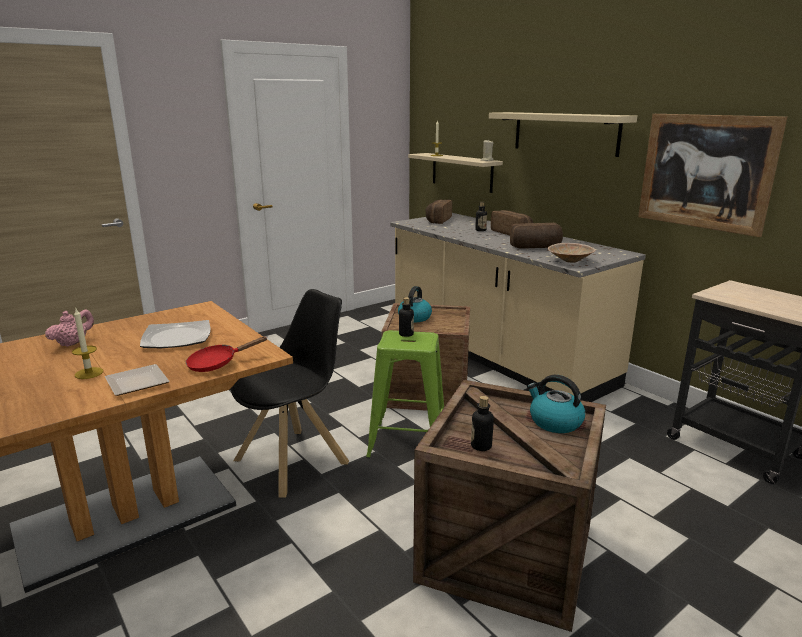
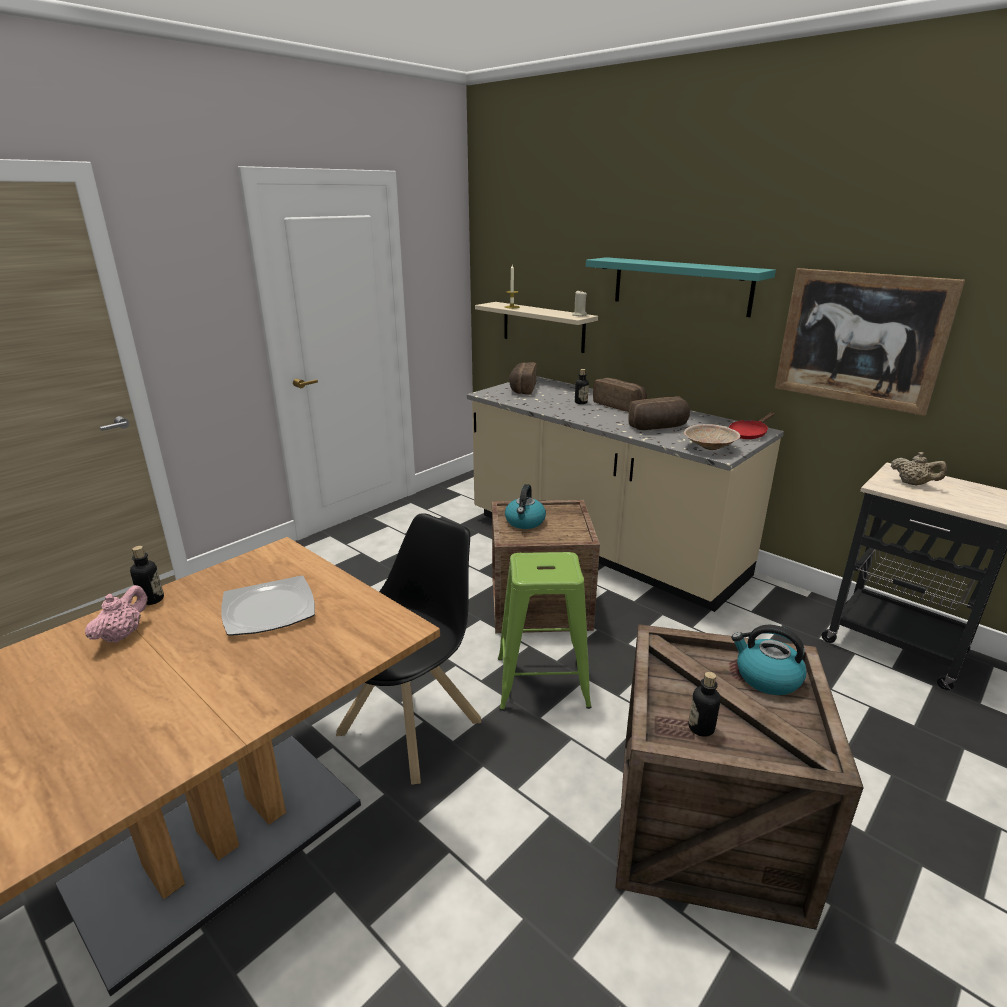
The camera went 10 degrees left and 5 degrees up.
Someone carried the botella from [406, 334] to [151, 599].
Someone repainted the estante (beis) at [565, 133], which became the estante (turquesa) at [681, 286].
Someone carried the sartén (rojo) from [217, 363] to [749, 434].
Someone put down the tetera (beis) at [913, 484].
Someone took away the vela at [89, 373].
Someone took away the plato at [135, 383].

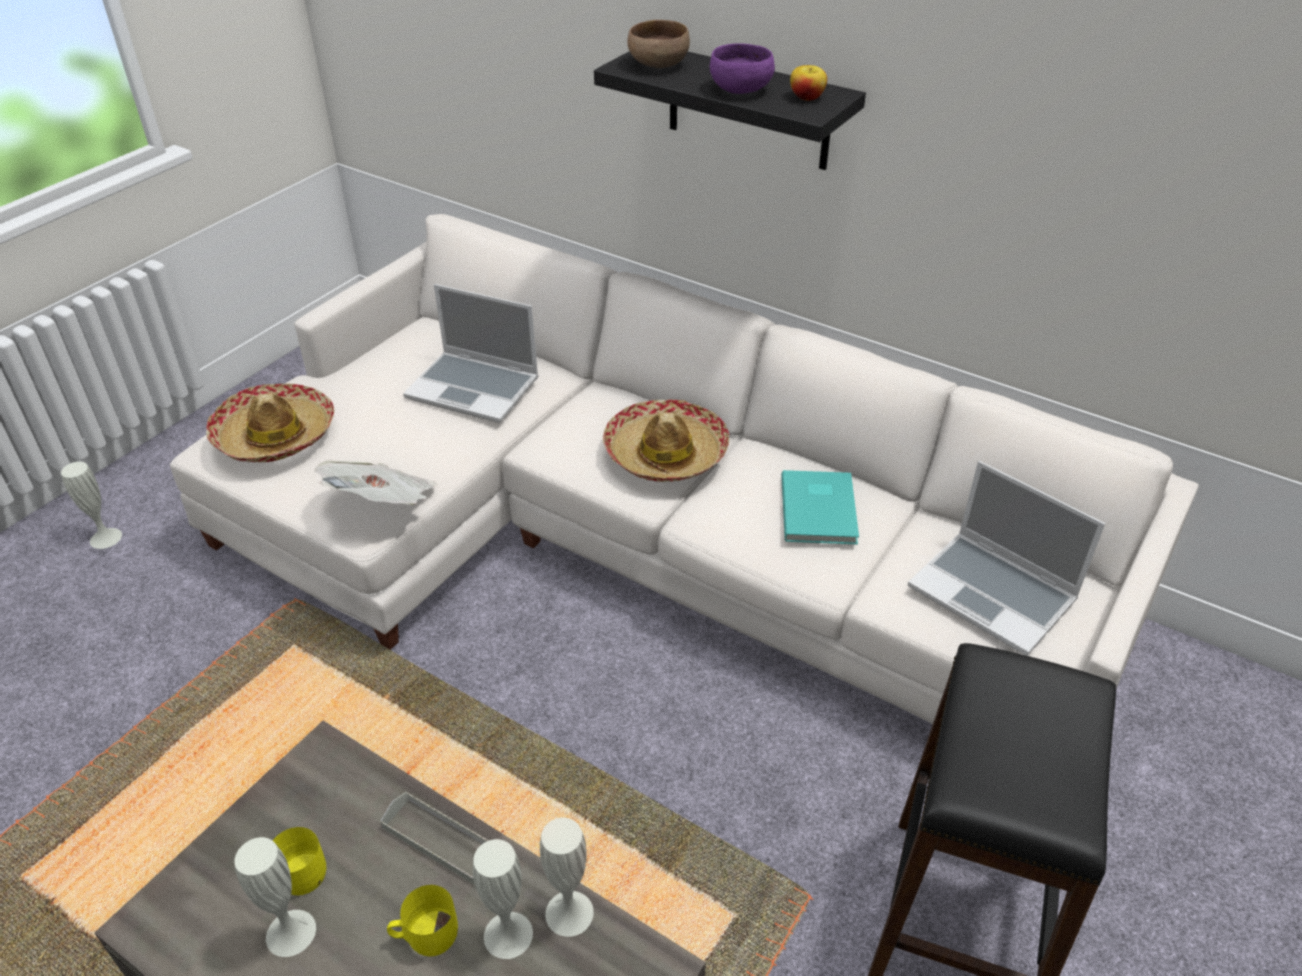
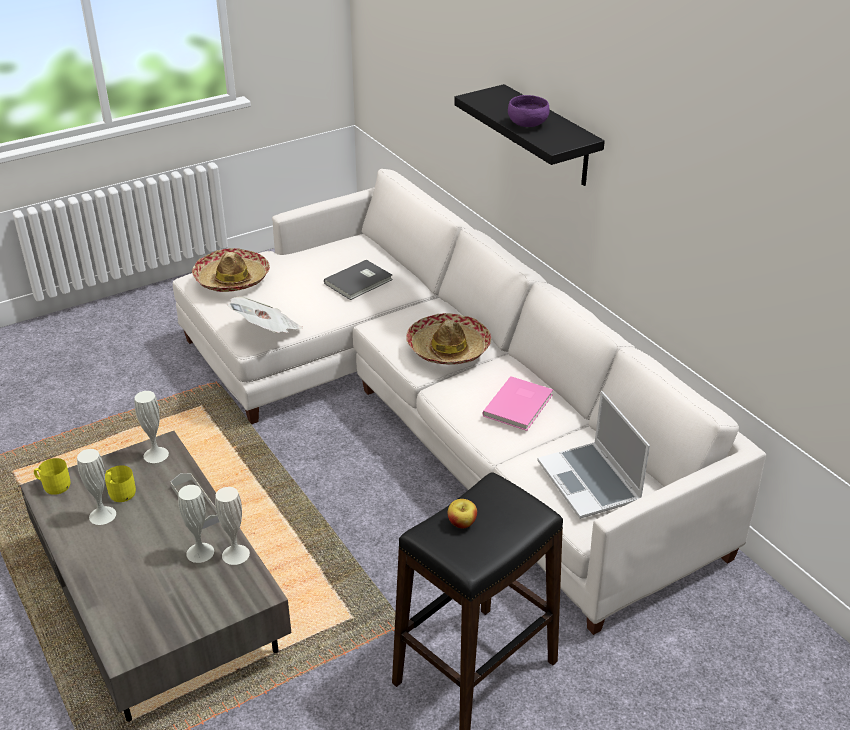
The camera went 25 degrees right and 5 degrees down.
Someone carried the taza grande (amarillo) from [425, 934] to [53, 485].
Someone carried the florero (blanco) from [105, 538] to [156, 454].
Someone swapped the portátil at [475, 388] for the libro (gris) at [360, 282].
Someone carried the manzana from [807, 97] to [462, 523].
Someone repainted the libro (turquesa) at [821, 509], which became the libro (rosa) at [520, 405].
Someone took away the cuenco (marrón) at [658, 65].

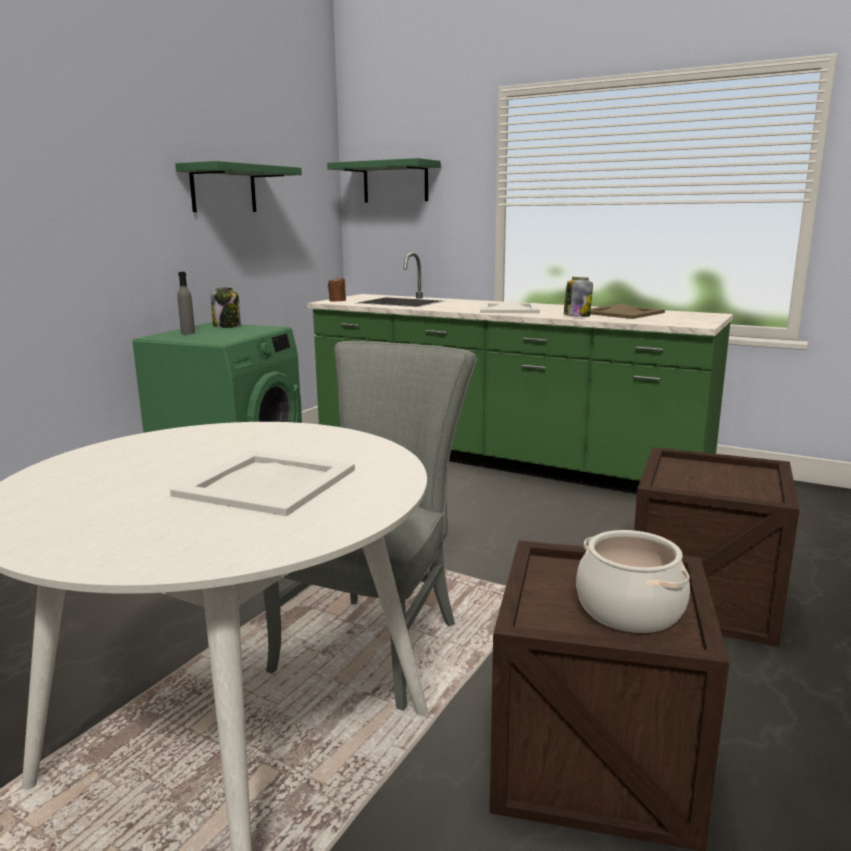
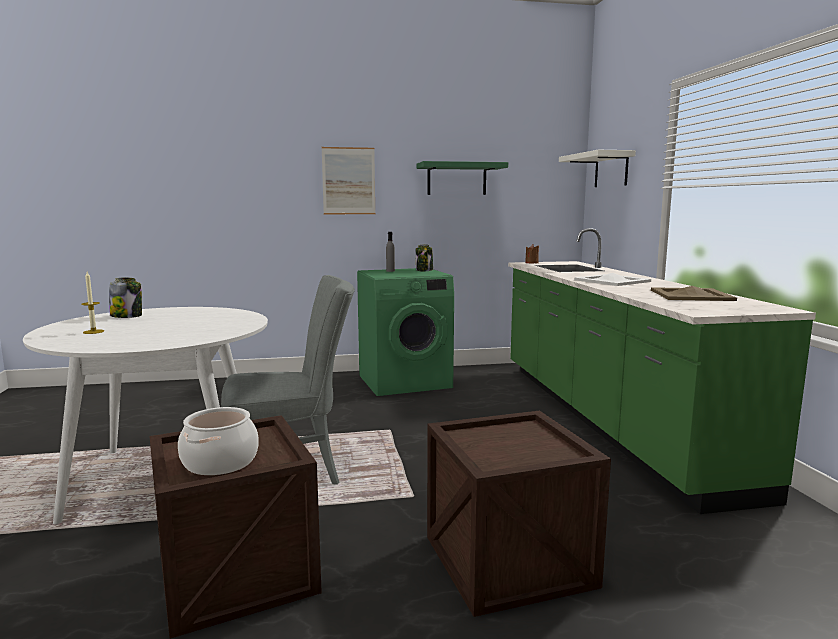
The camera went 50 degrees right and 5 degrees down.
Someone put down the vela at [93, 332].
Someone carried the tarro from [576, 316] to [127, 316].
Someone put up the cuadro at [348, 181].
Someone repainted the estante (verde) at [395, 182], which became the estante (blanco) at [611, 170].
Someone took away the bandeja (blanco) at [268, 482].

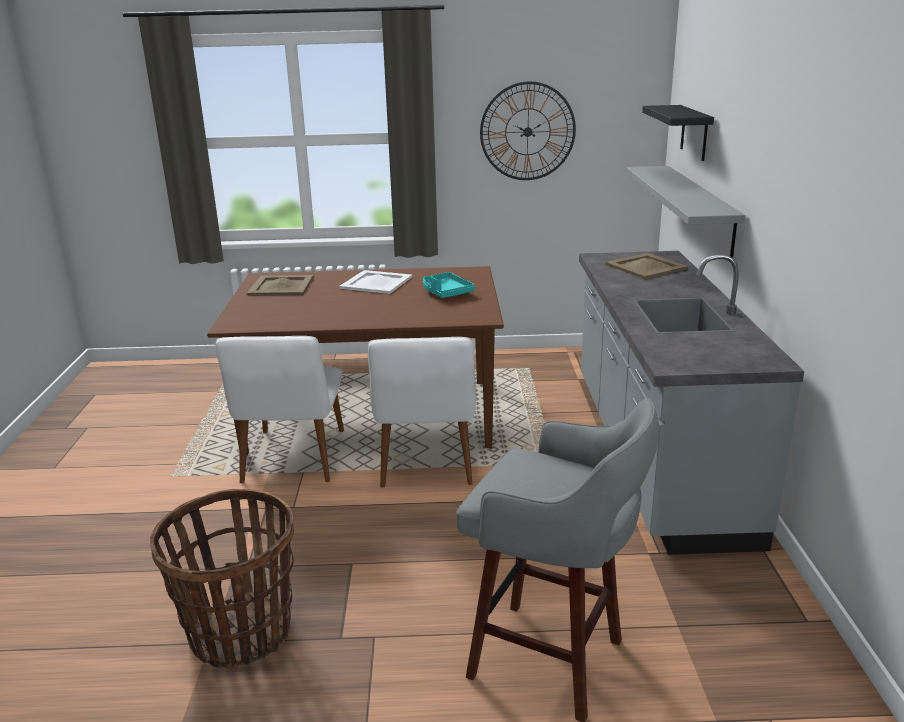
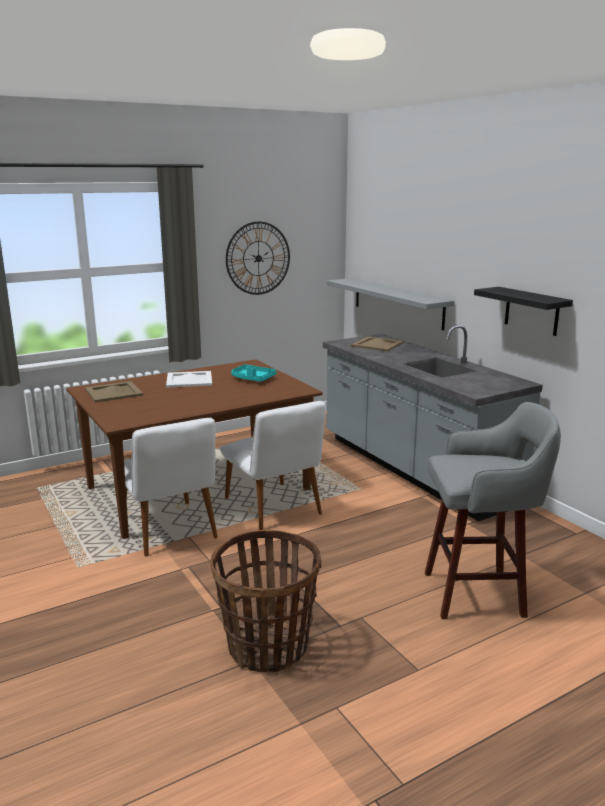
The camera went 30 degrees left and 5 degrees down.
Someone carried the estante (negro) from [694, 132] to [531, 311].

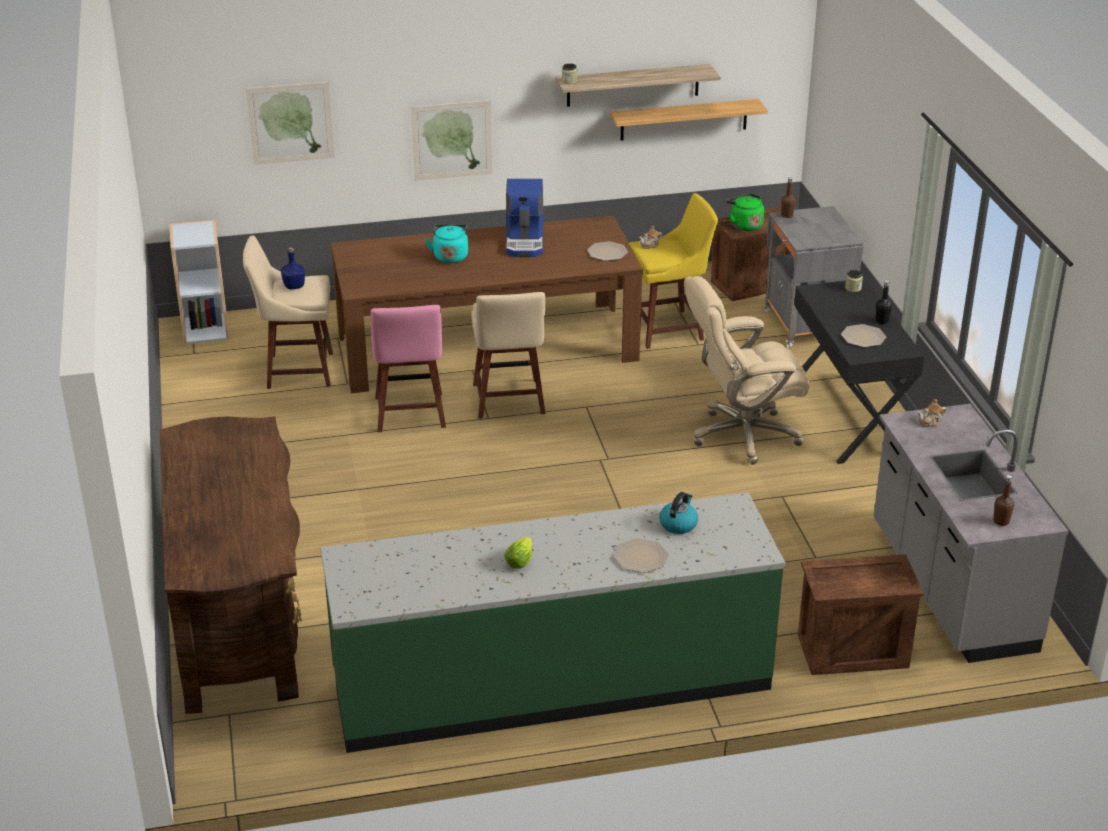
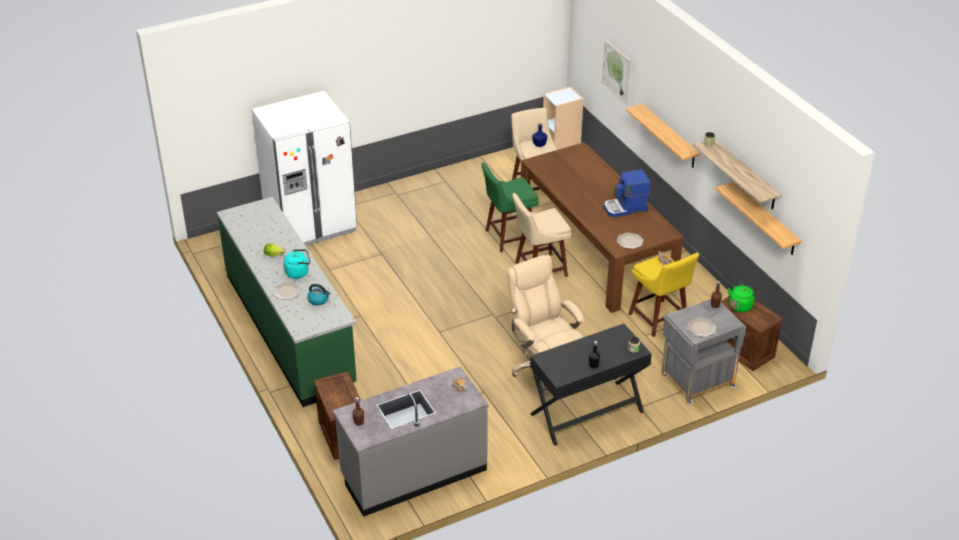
The camera went 75 degrees right and 5 degrees up.
Someone swapped the cómoda (marrón) at [241, 621] for the nevera (blanco) at [311, 225].
Someone carried the hervidor (turquesa) from [450, 256] to [298, 272].
Someone repainted the taburete (rosa) at [409, 414], which became the taburete (verde) at [508, 237].
Someone swapped the cuadro at [452, 140] for the estante at [669, 136].
Someone carried the plato from [863, 337] to [701, 328].

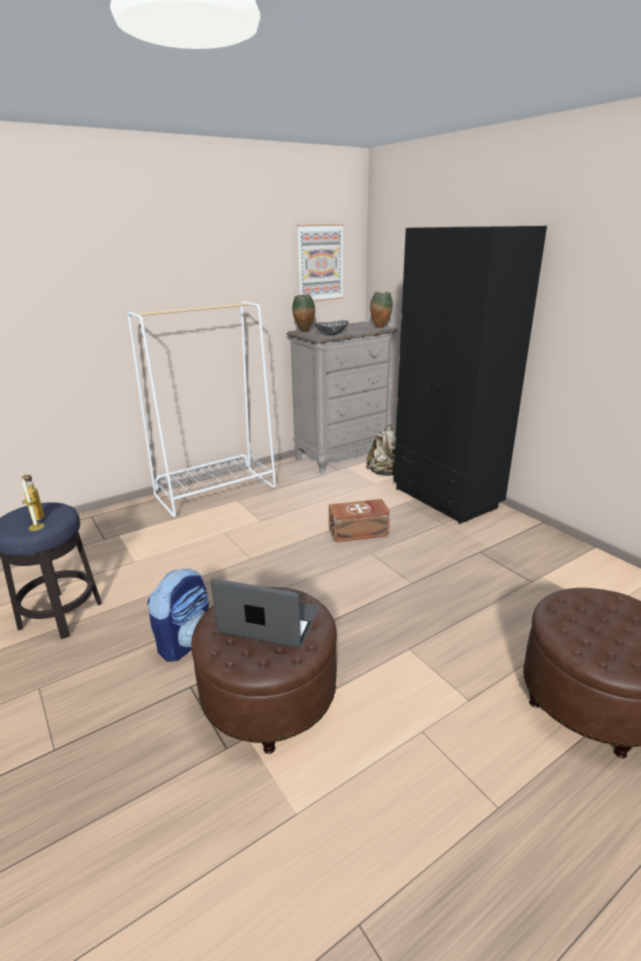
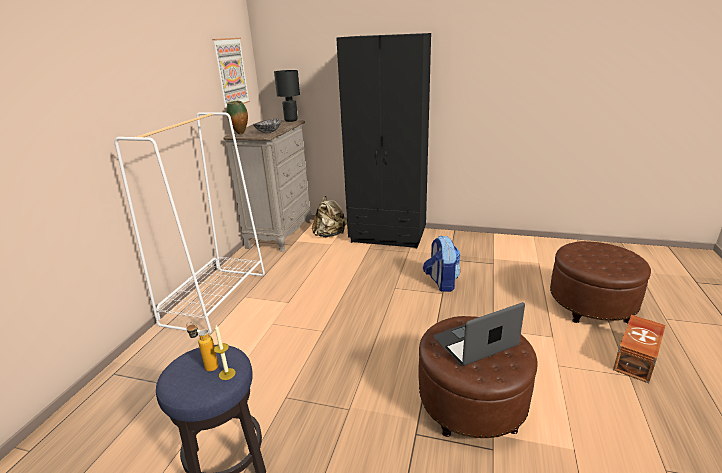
The camera went 40 degrees left and 0 degrees up.
Someone swapped the florero at [380, 327] for the lámpara de mesa (negro) at [291, 121].
Someone carried the mochila from [185, 641] to [441, 283].
Someone carried the caja de almacenaje (marrón) from [359, 532] to [637, 358].

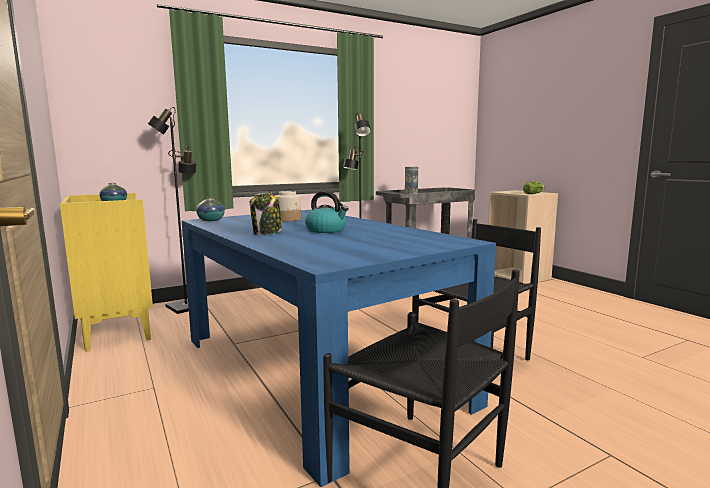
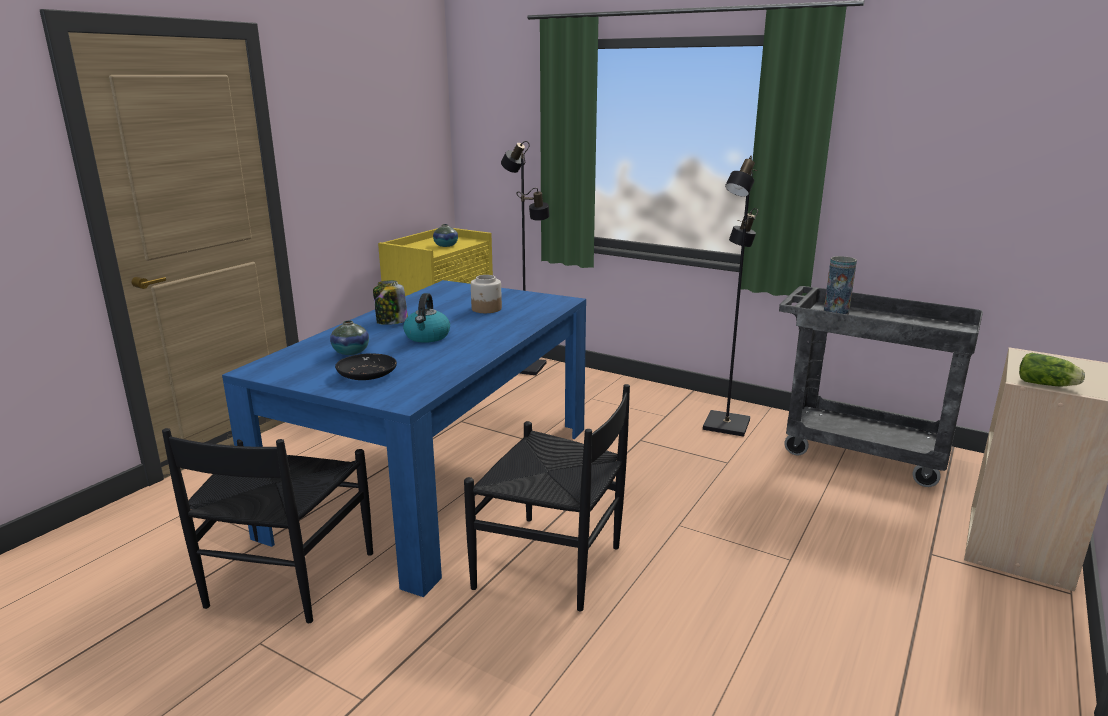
The camera went 60 degrees right and 10 degrees up.
Someone carried the florero from [211, 220] to [351, 352].
Someone put down the plato (negro) at [366, 374].

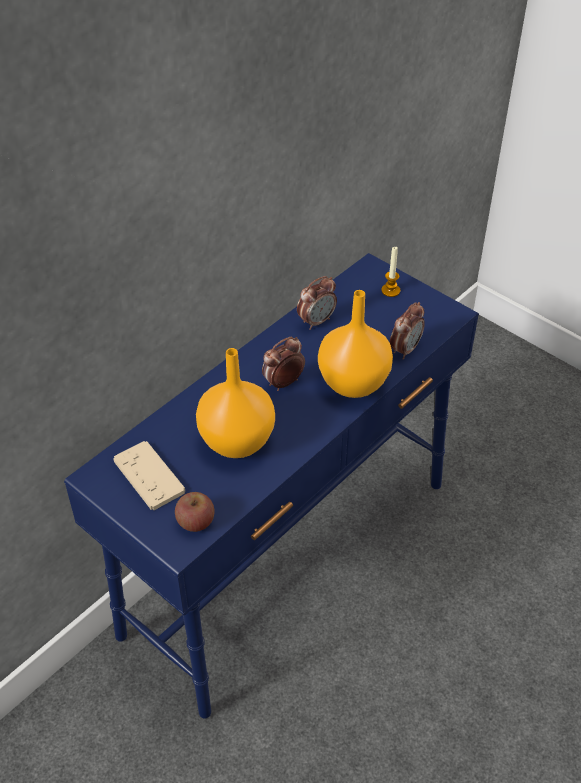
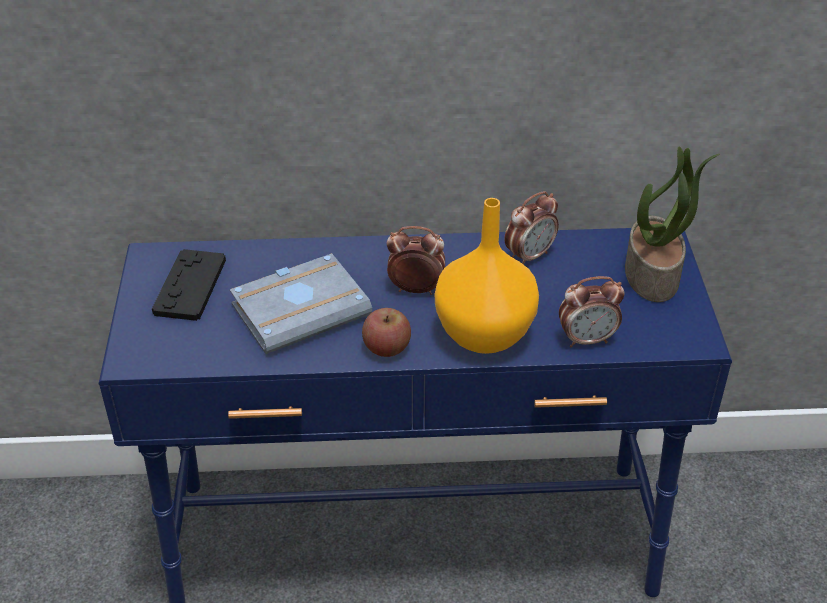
The camera went 45 degrees right and 5 degrees down.
Someone repainted the mando de consola (beis) at [149, 476], which became the mando de consola (negro) at [190, 286].
Someone swapped the florero (naranja) at [236, 440] for the libro (gris) at [302, 308].
Someone carried the manzana from [195, 521] to [386, 347].
Someone rotated the despertador at [316, 321] by 45 degrees counterclockwise.
Someone swapped the vela at [390, 290] for the planta en maceta at [653, 275].

